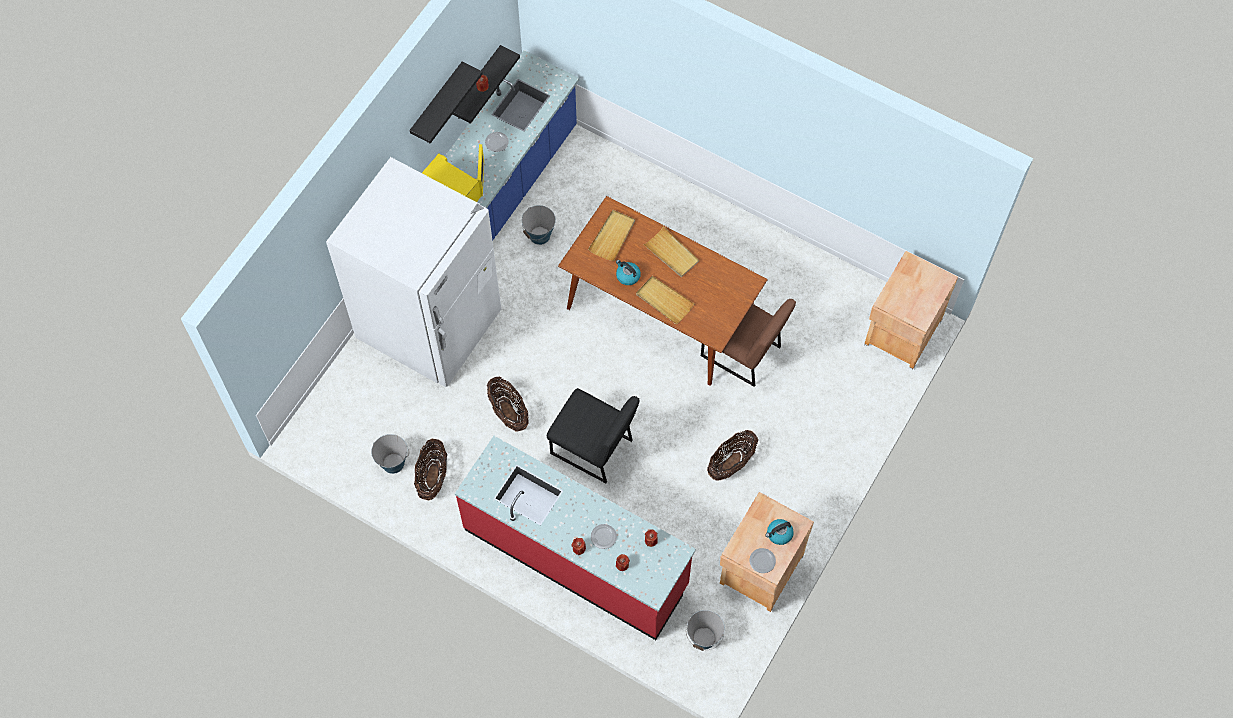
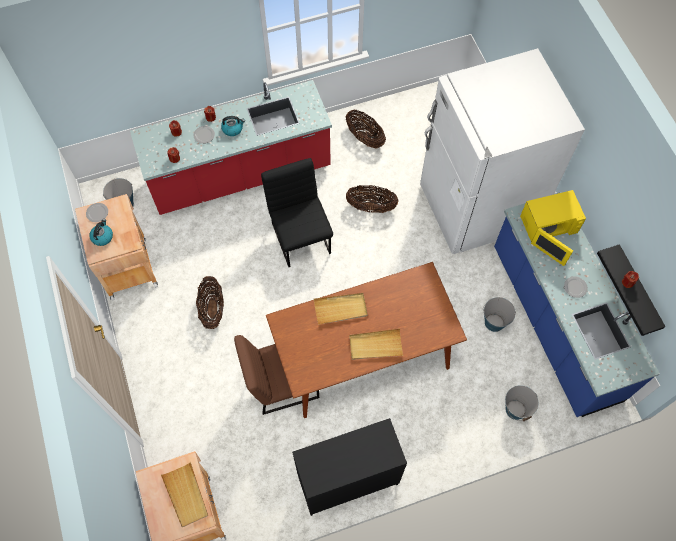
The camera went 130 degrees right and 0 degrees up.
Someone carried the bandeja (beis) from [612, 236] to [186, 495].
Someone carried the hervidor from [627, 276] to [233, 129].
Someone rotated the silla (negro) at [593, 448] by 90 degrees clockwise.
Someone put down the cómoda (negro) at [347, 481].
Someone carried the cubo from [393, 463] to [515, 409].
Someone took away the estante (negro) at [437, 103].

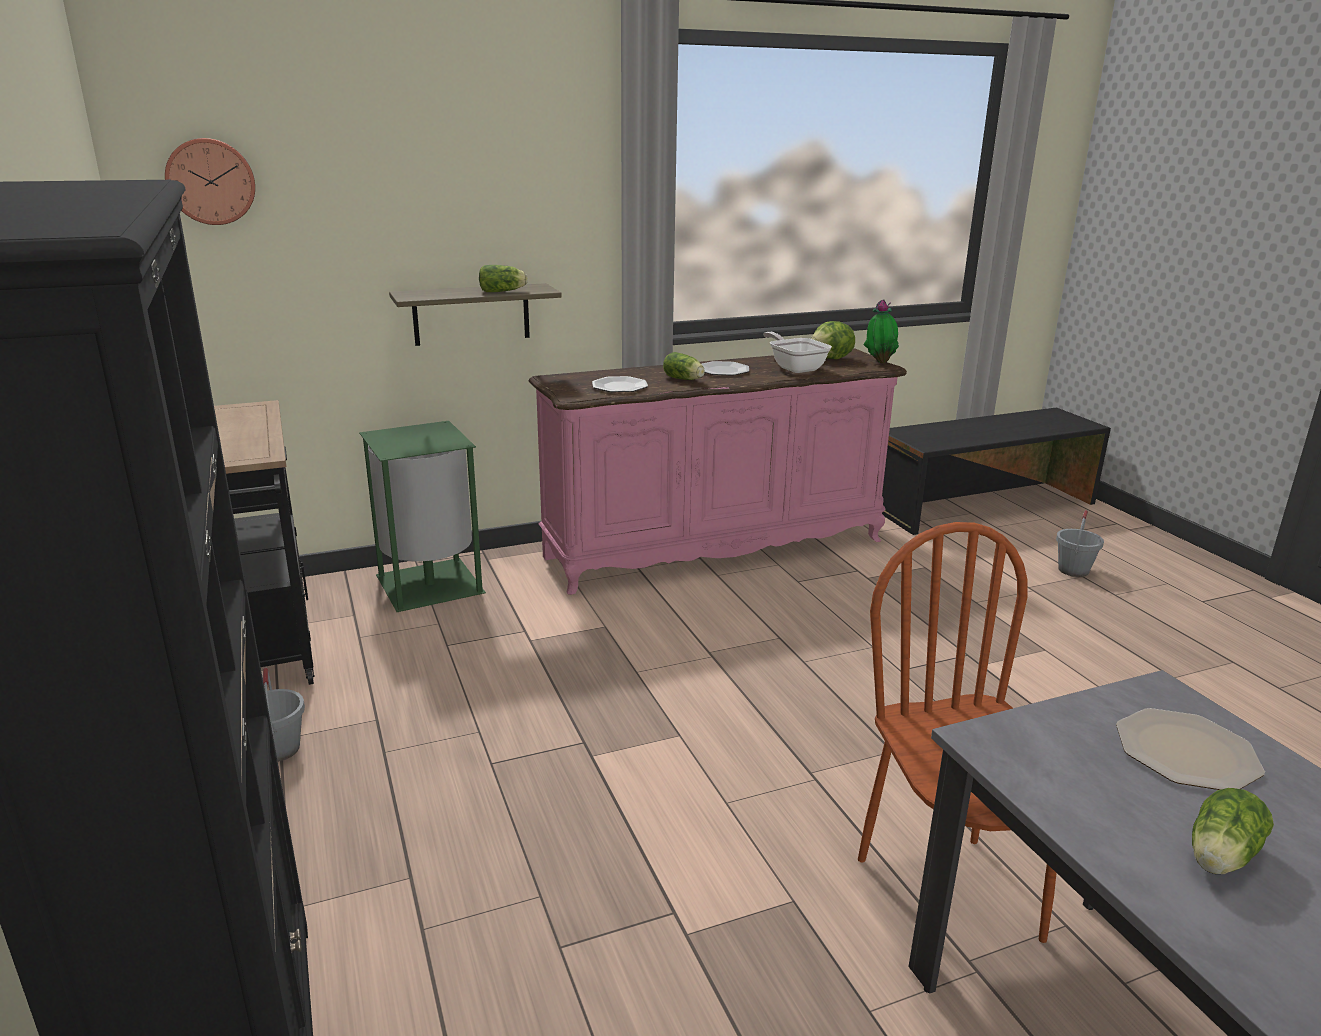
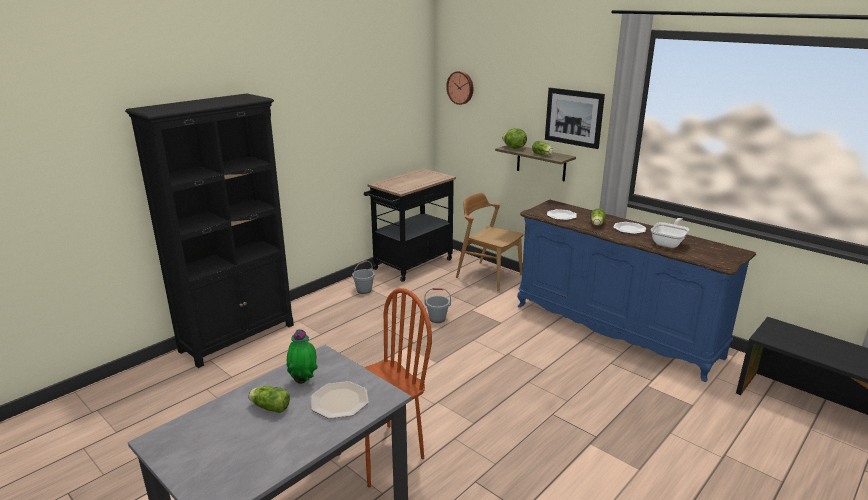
The camera went 65 degrees right and 0 degrees up.
Someone carried the planta en maceta from [879, 362] to [304, 380].
Someone carried the cubo (gris) from [1073, 570] to [437, 319].
Someone swapped the papelera (verde) at [427, 584] for the silla (marrón) at [489, 276].
Someone carried the lechuga from [831, 359] to [513, 148].
Someone repainted the armario (rosa) at [717, 550], which became the armario (azul) at [613, 331].
Someone put up the cuadro at [573, 117].

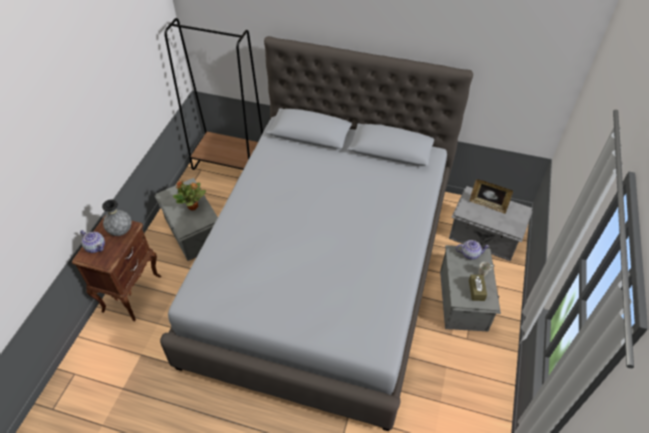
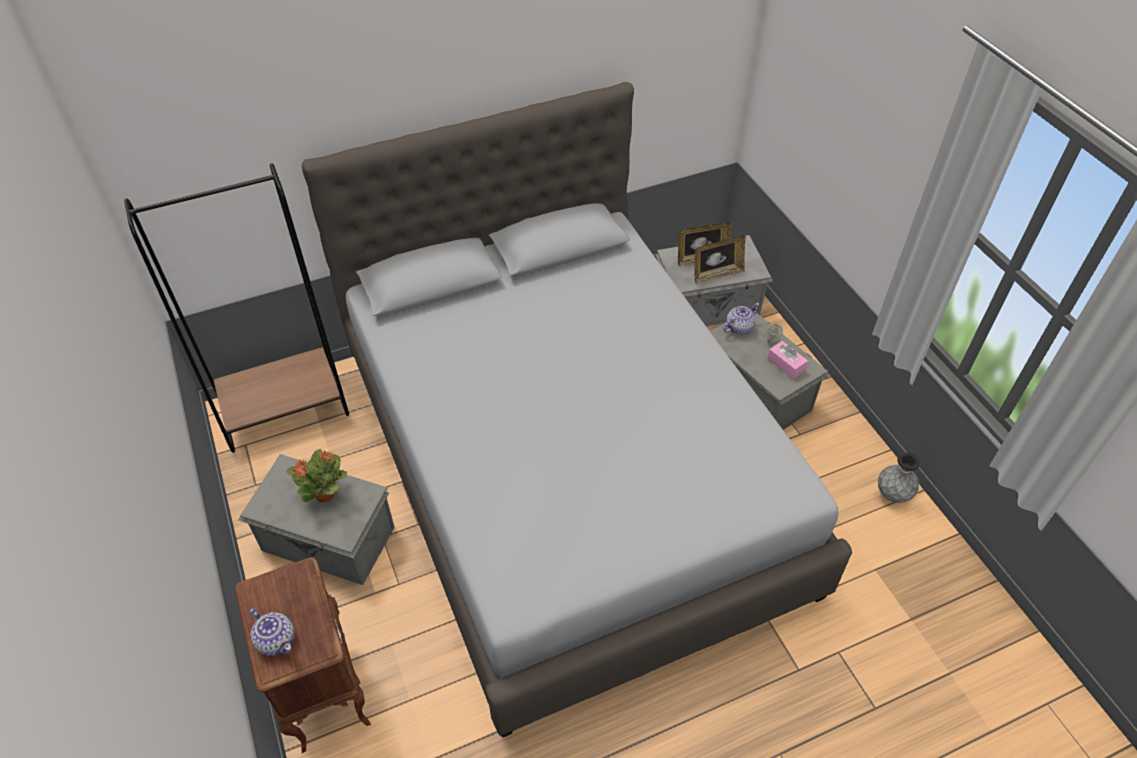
The camera went 40 degrees left and 0 degrees up.
Someone rotated the tetera at [95, 246] by 45 degrees clockwise.
Someone put down the portarretratos at [716, 274].
Someone repainted the caja de pañuelos (marrón) at [476, 290], which became the caja de pañuelos (rosa) at [786, 364].
Someone carried the florero (gris) from [121, 231] to [892, 494].

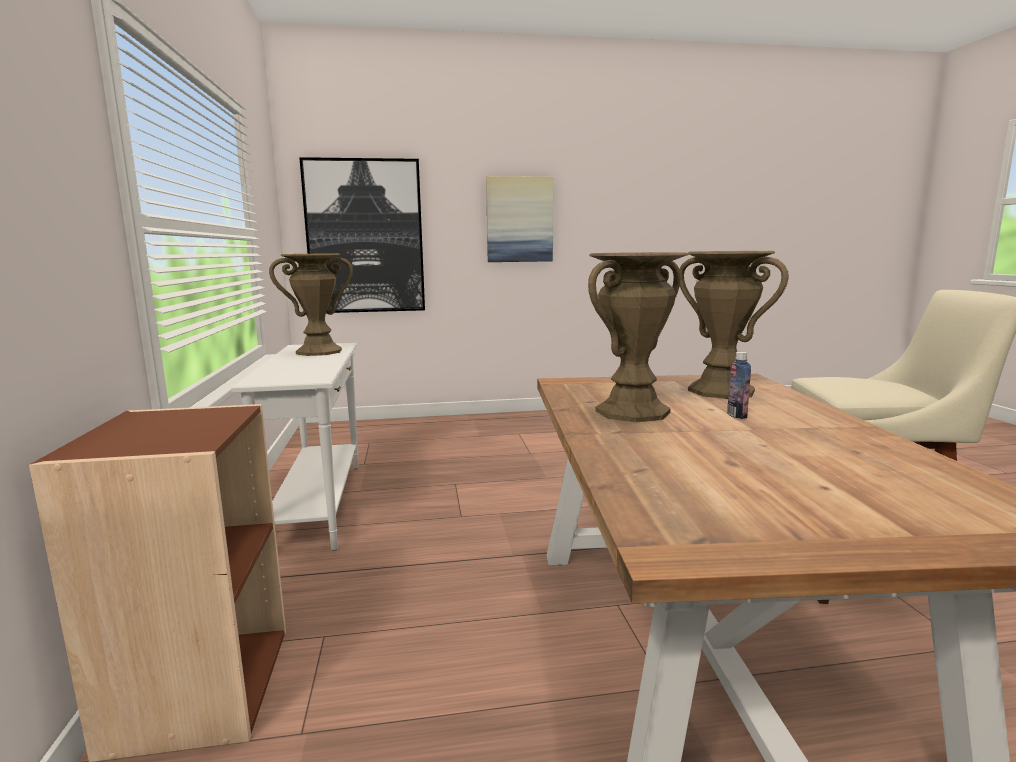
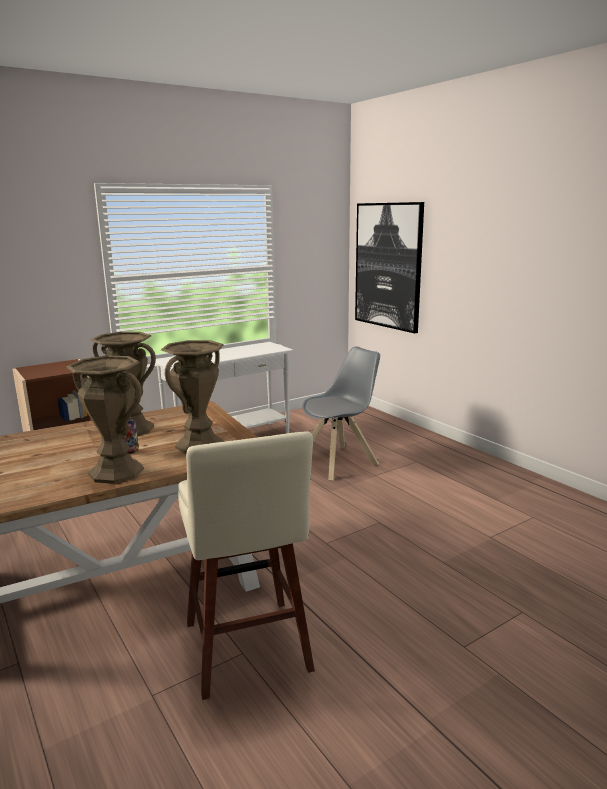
The camera went 65 degrees right and 5 degrees up.
Someone carried the florero (marrón) from [319, 352] to [116, 472].
Someone put down the silla (gris) at [339, 462].
Someone took away the cuadro at [519, 220].

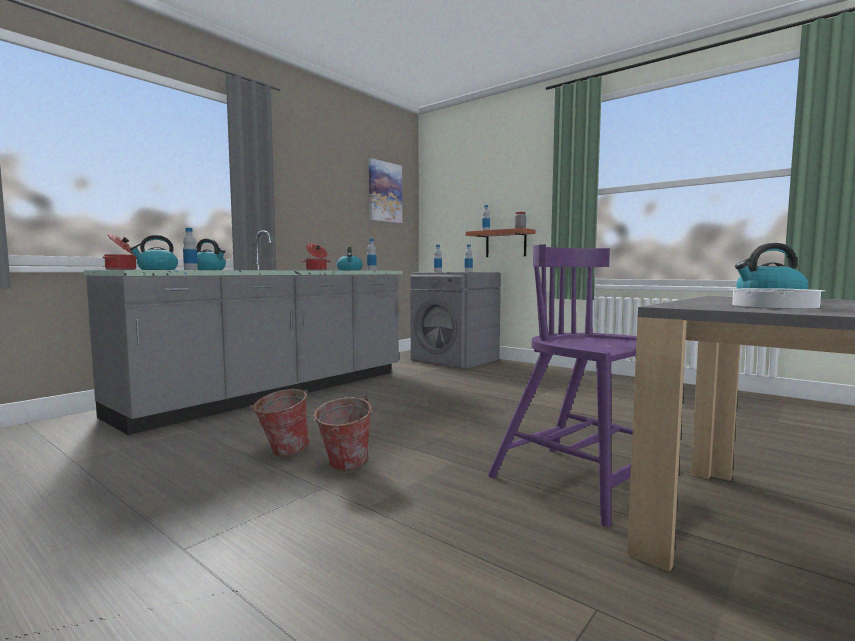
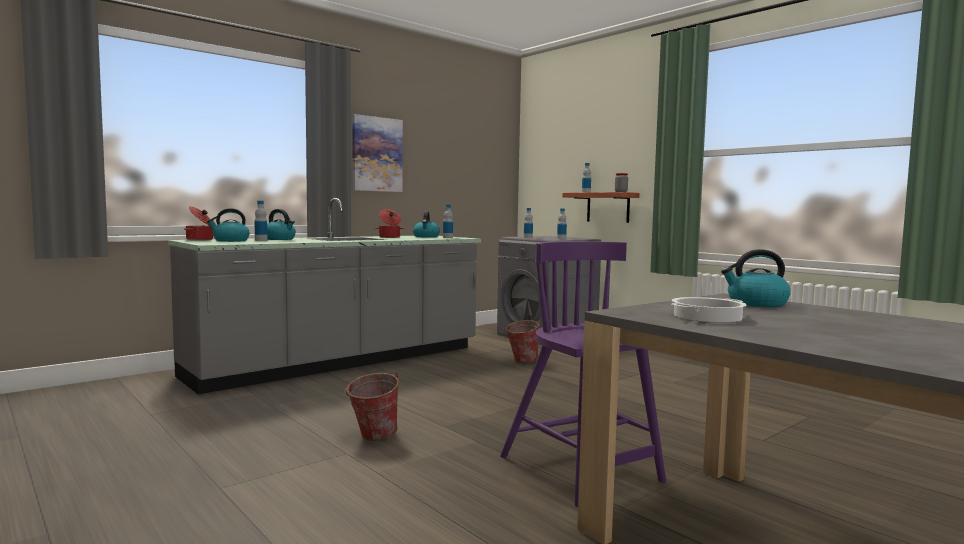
The camera went 10 degrees right and 0 degrees up.
Someone carried the cuadro from [384, 192] to [377, 154].
Someone carried the cubo from [282, 453] to [521, 361].

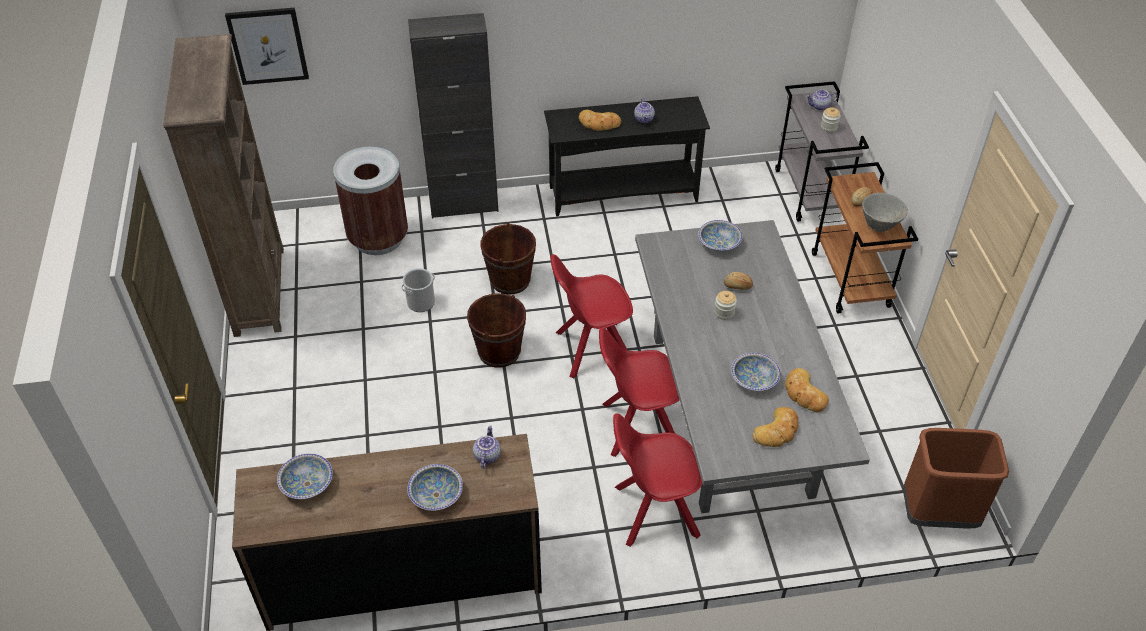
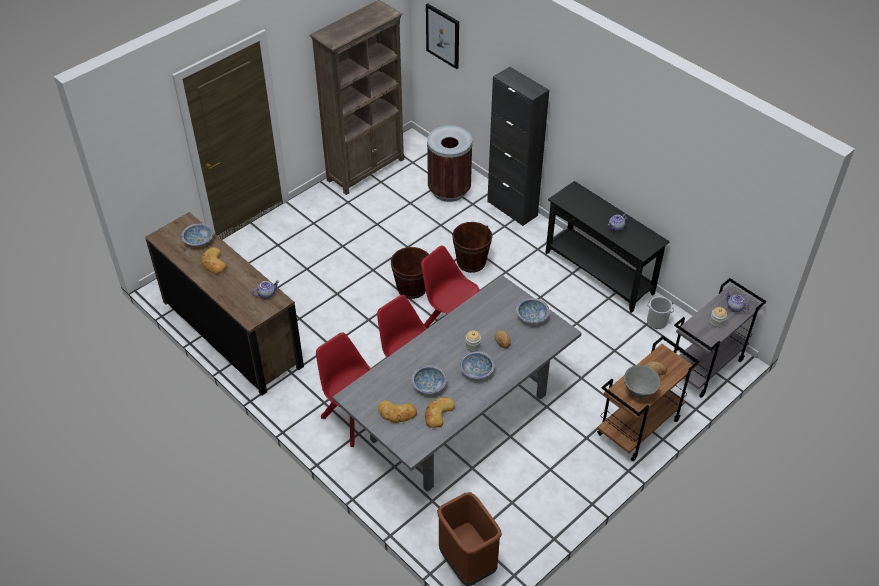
The camera went 55 degrees right and 0 degrees up.
Someone carried the pan from [599, 123] to [213, 263].
Someone carried the cuenco from [436, 495] to [476, 370].
Someone carried the cubo from [421, 302] to [657, 321].

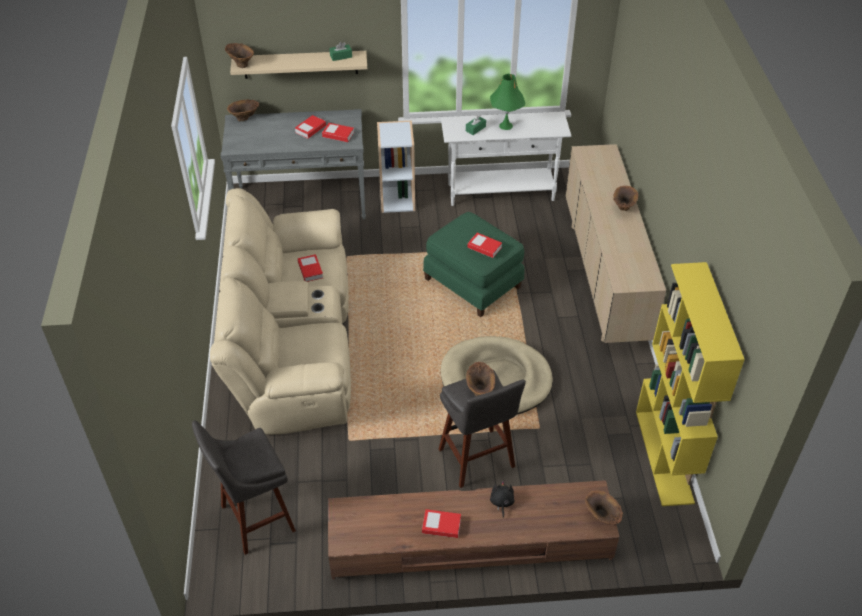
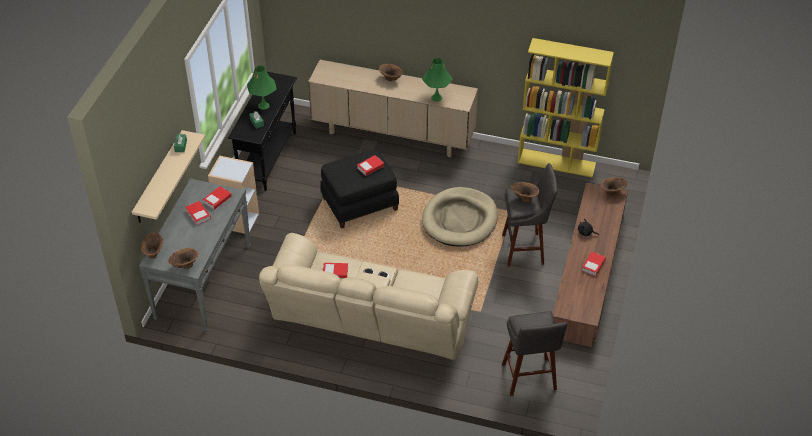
The camera went 70 degrees left and 0 degrees up.
Someone carried the florero (marrón) from [241, 64] to [185, 266].
Someone repainted the mesa consola (blanco) at [501, 193], which became the mesa consola (negro) at [268, 158].
Someone repainted the puf (verde) at [473, 282], which became the puf (negro) at [359, 203].
Someone put down the lámpara de mesa (verde) at [436, 97].

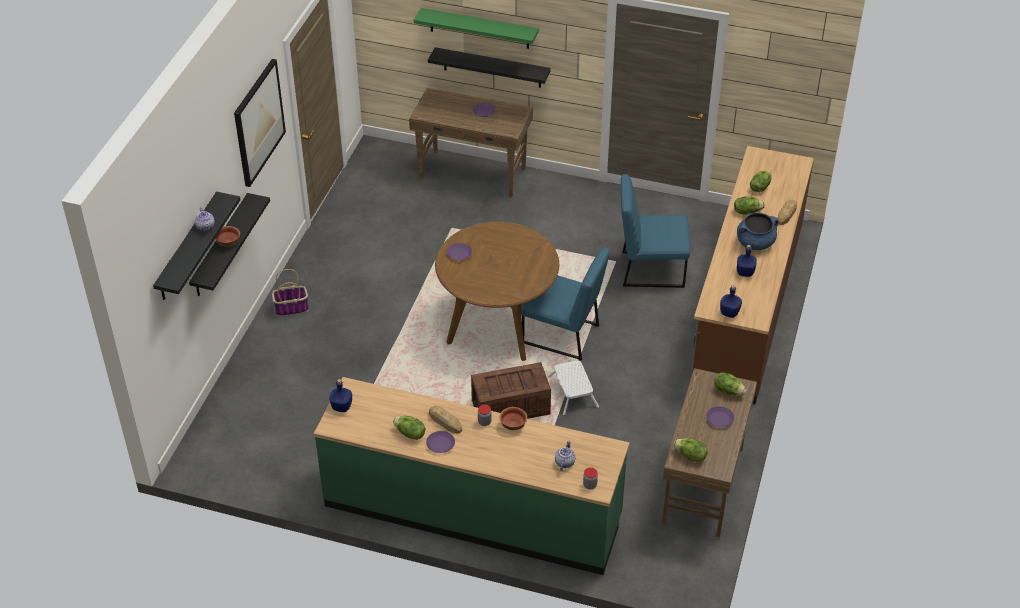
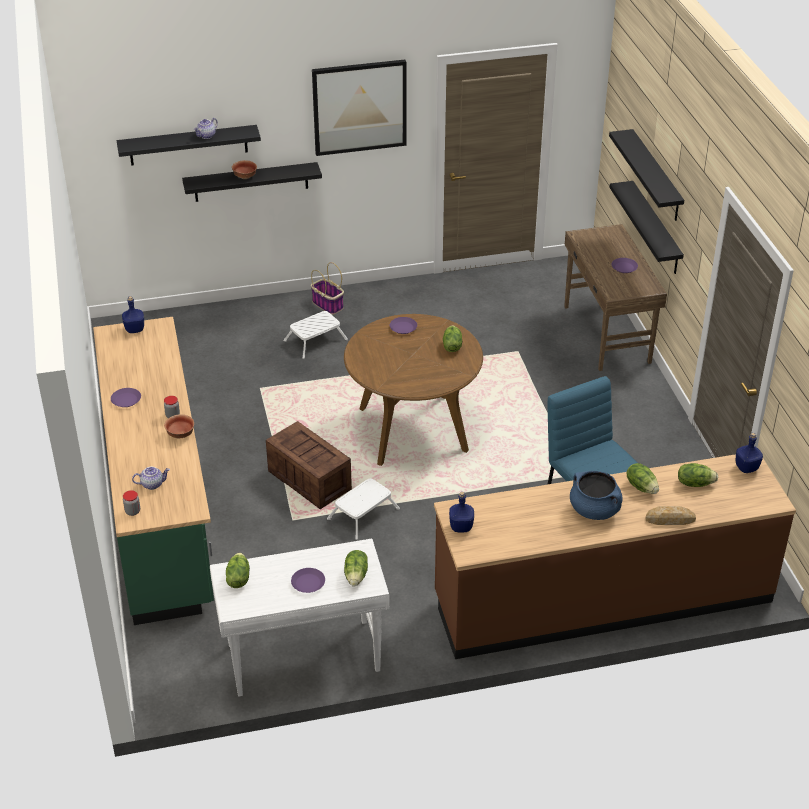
The camera went 60 degrees right and 5 degrees down.
Someone repainted the mesa consola (marrón) at [703, 486], which became the mesa consola (blanco) at [302, 658].
Someone put down the escalera de tijera (blanco) at [315, 340].
Someone carried the lechuga from [410, 434] to [451, 346].
Someone repainted the estante (verde) at [479, 28], which became the estante (negro) at [656, 176].
Someone carried the botella (azul) from [745, 272] to [747, 467].
Someone took away the pan at [445, 421].
Someone took away the silla (azul) at [562, 335].

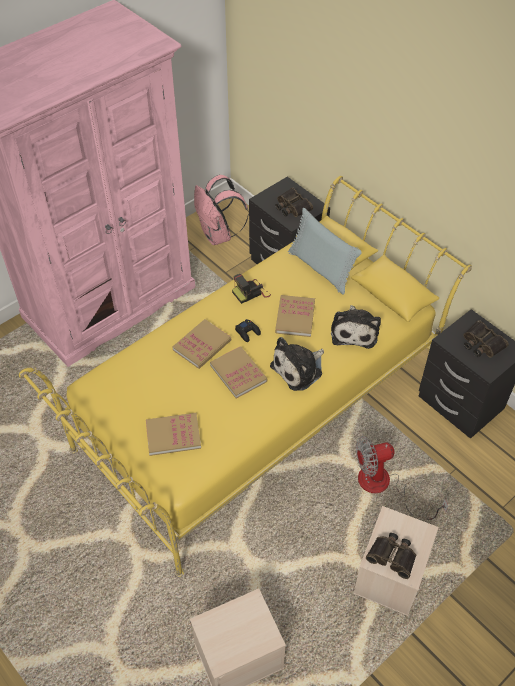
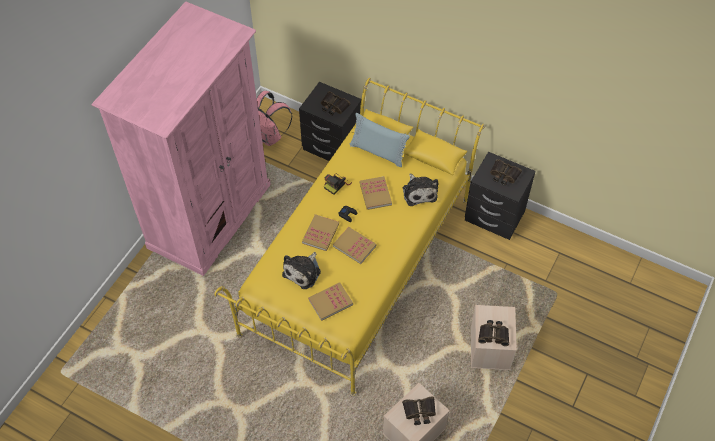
The camera went 20 degrees left and 5 degrees up.
Someone carried the peluche from [299, 369] to [303, 272].
Someone put down the prismáticos at [419, 412].
Someone took away the ventilador at [384, 486].

